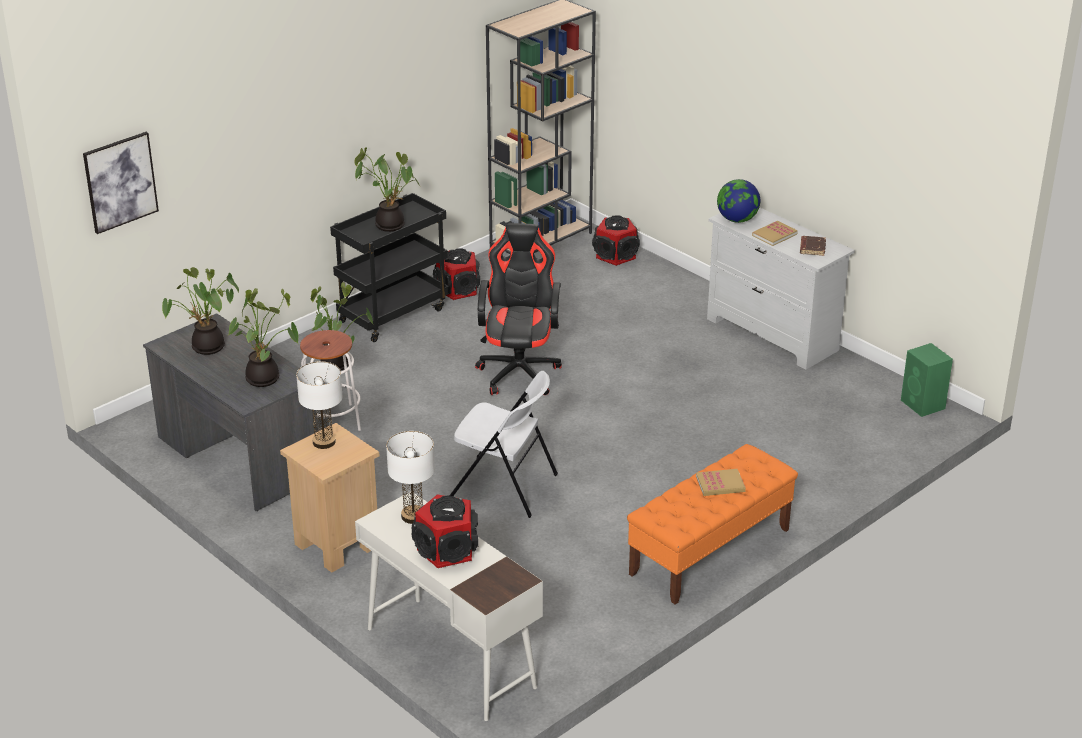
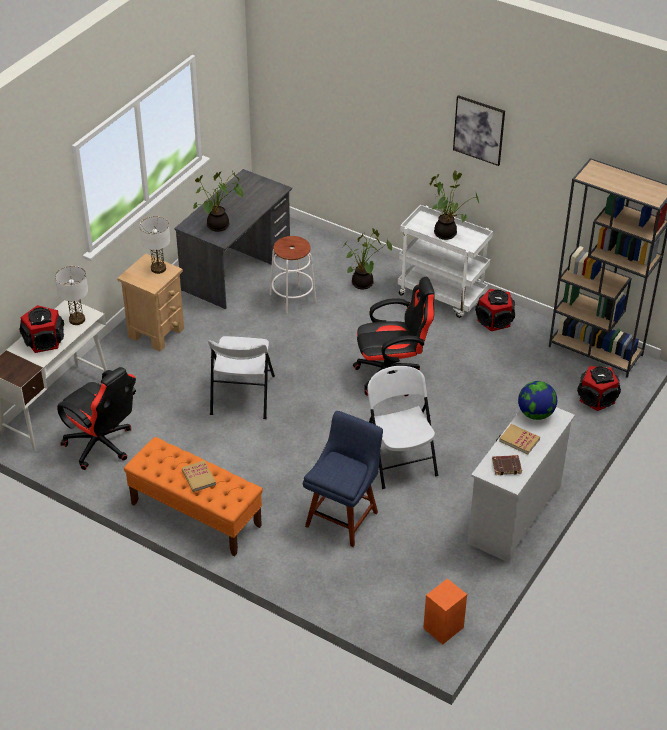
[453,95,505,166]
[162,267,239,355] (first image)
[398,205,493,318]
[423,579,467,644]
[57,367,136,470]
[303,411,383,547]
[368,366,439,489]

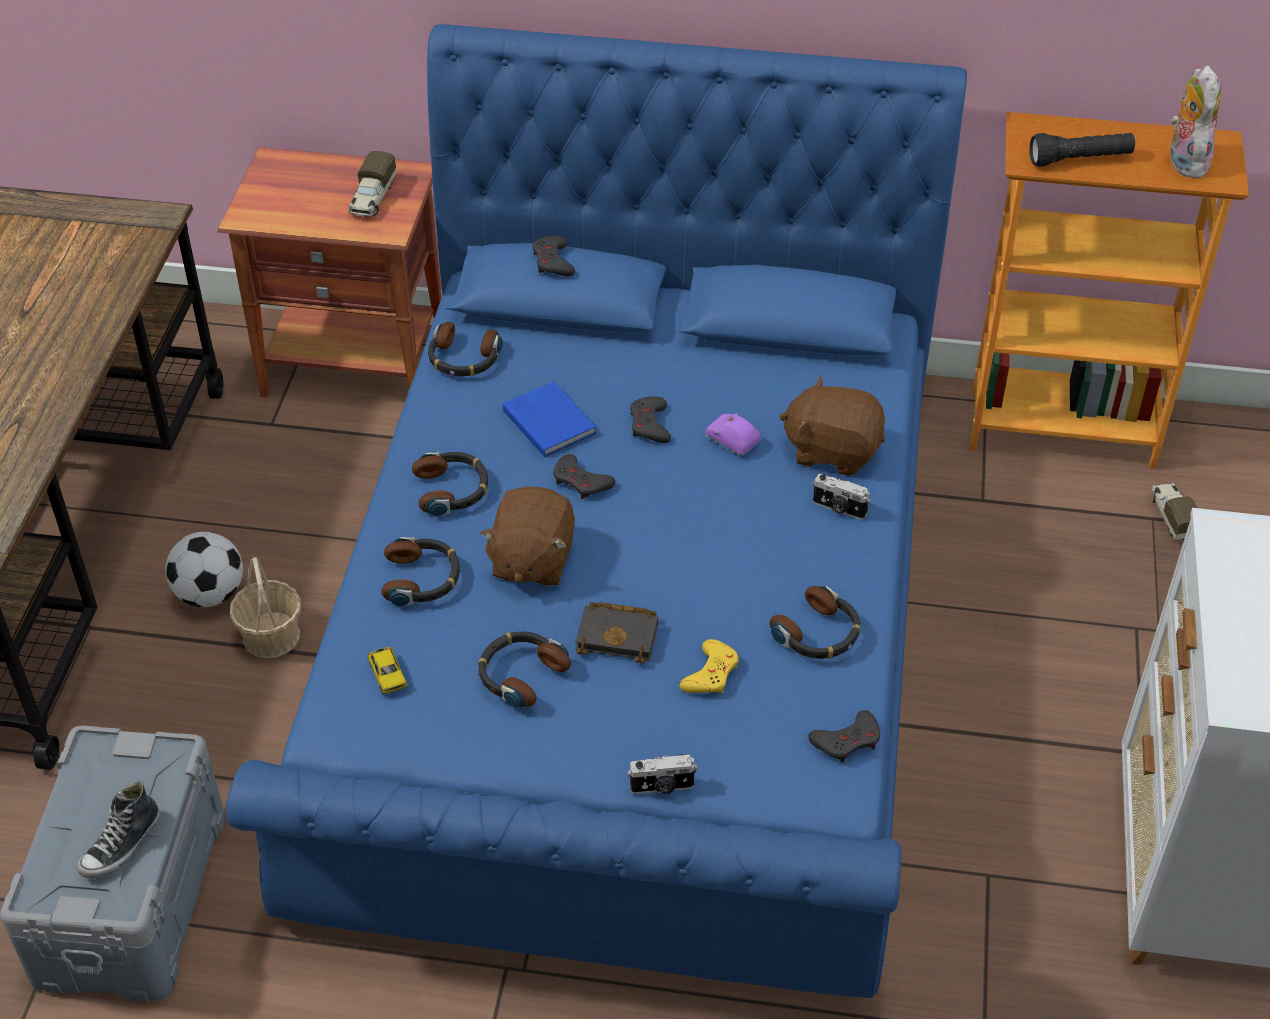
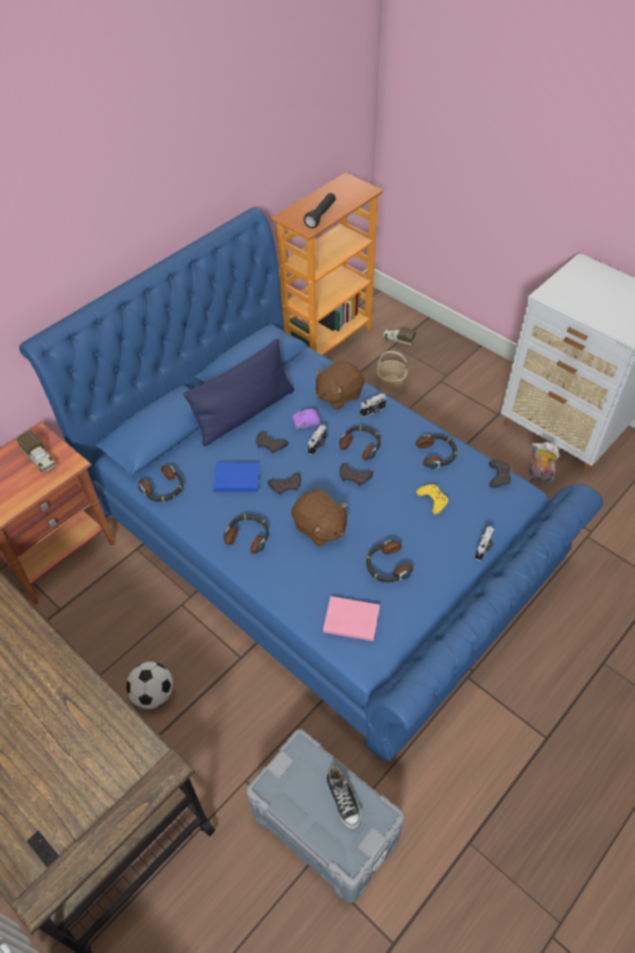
[376,351,408,394]
[323,596,380,641]
[339,425,381,460]
[340,463,373,486]
[575,602,658,664] (first image)
[529,442,559,484]
[184,339,294,446]
[308,425,326,456]

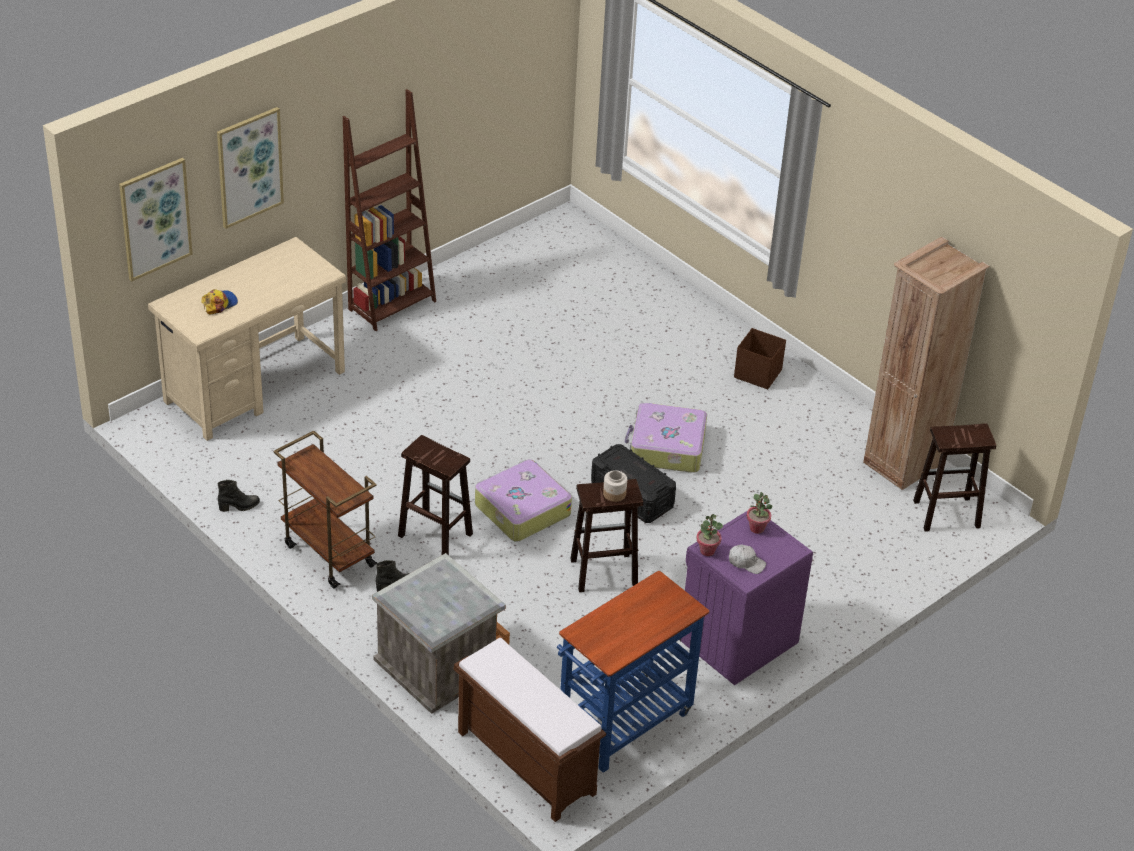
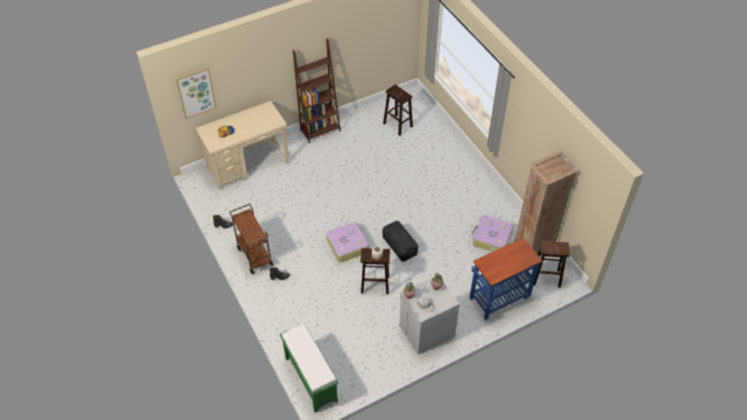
[217,107,284,229] (first image)
[372,553,510,714] (first image)
[383,84,413,136]
[280,324,338,413]
[469,238,542,320]
[472,215,514,252]
[399,275,460,354]
[734,328,786,389] (first image)

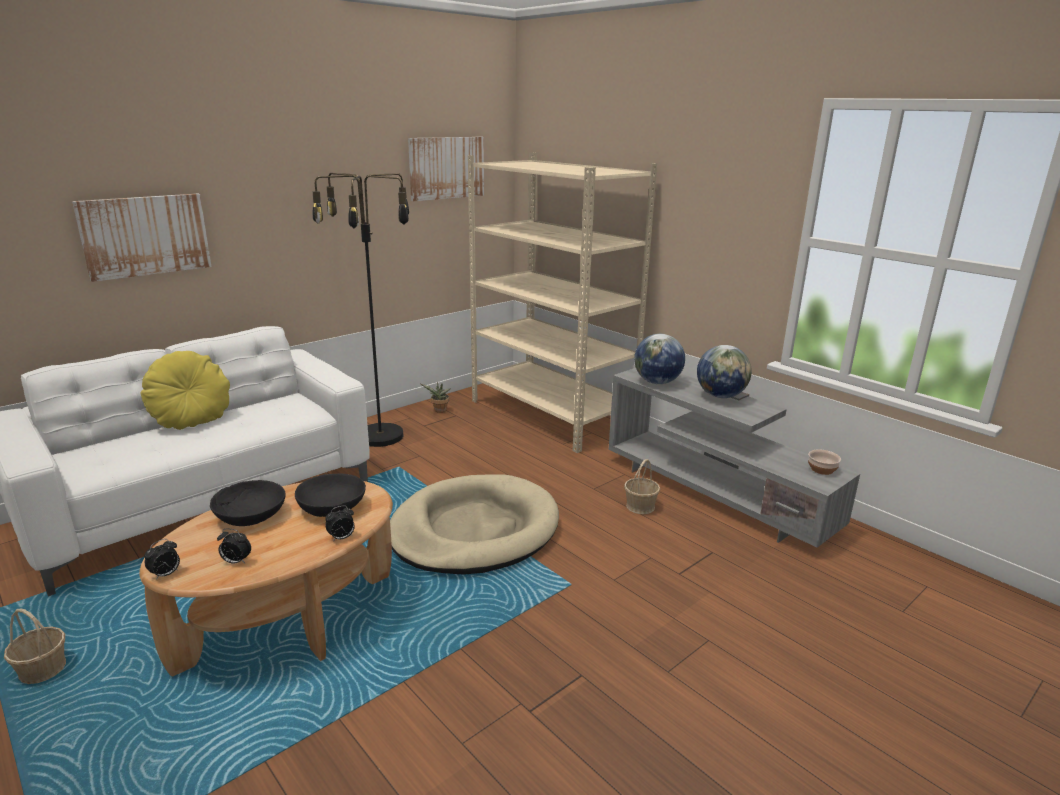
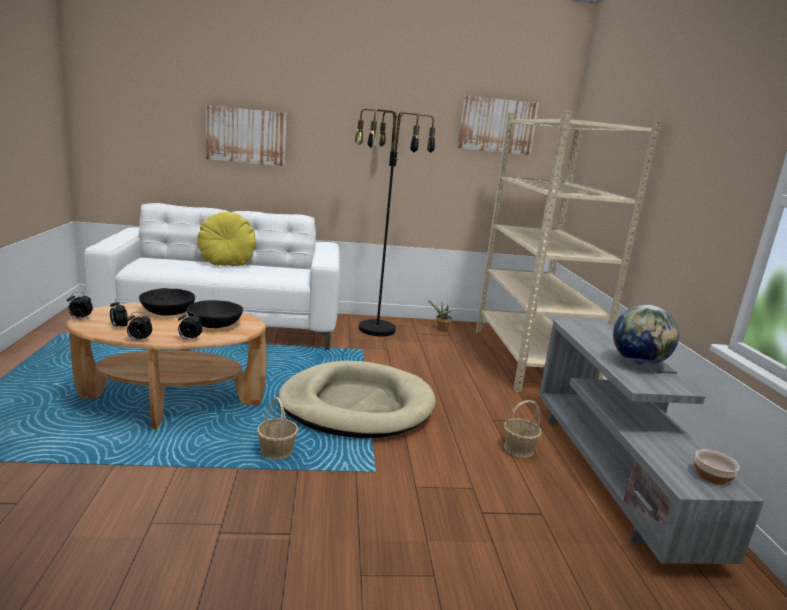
[257,397,299,460]
[634,334,685,384] (first image)
[126,312,152,341]

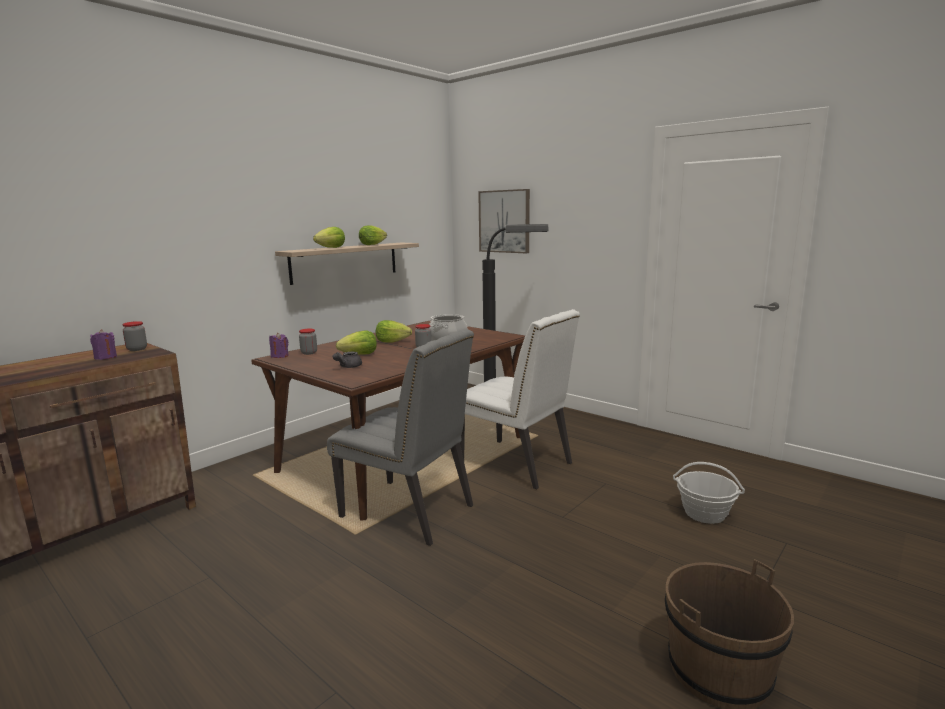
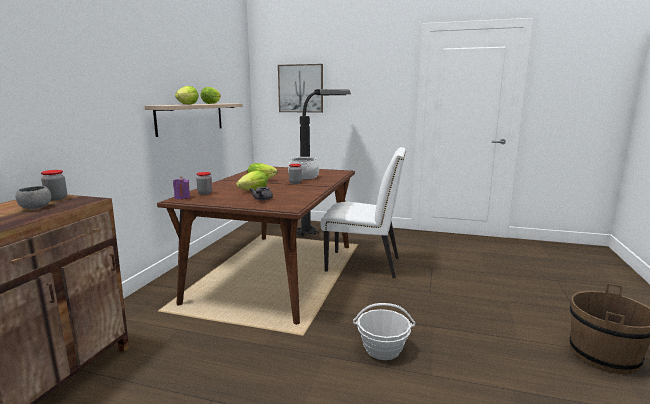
[16,186,51,209]
[327,329,474,546] (first image)
[353,303,416,360]

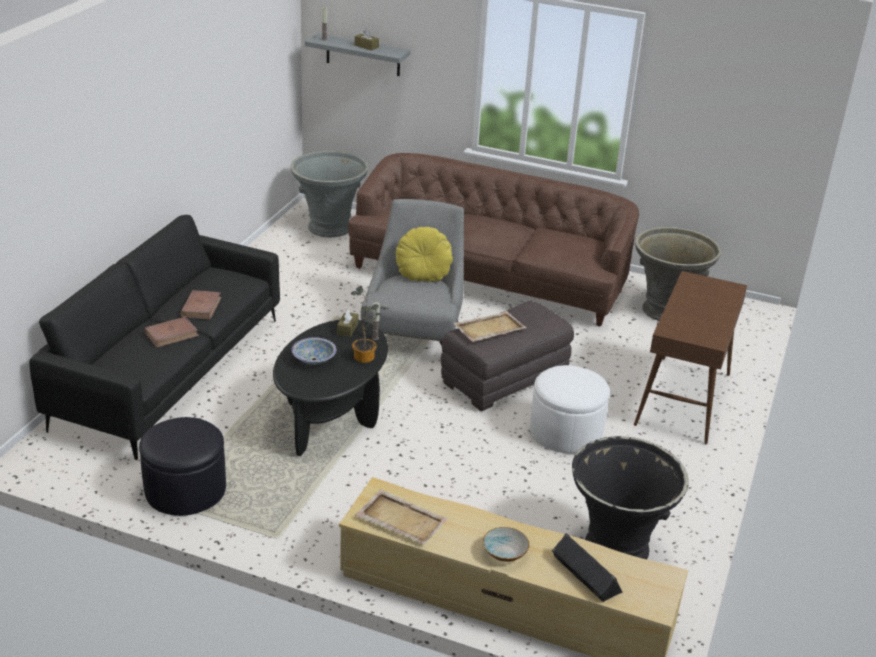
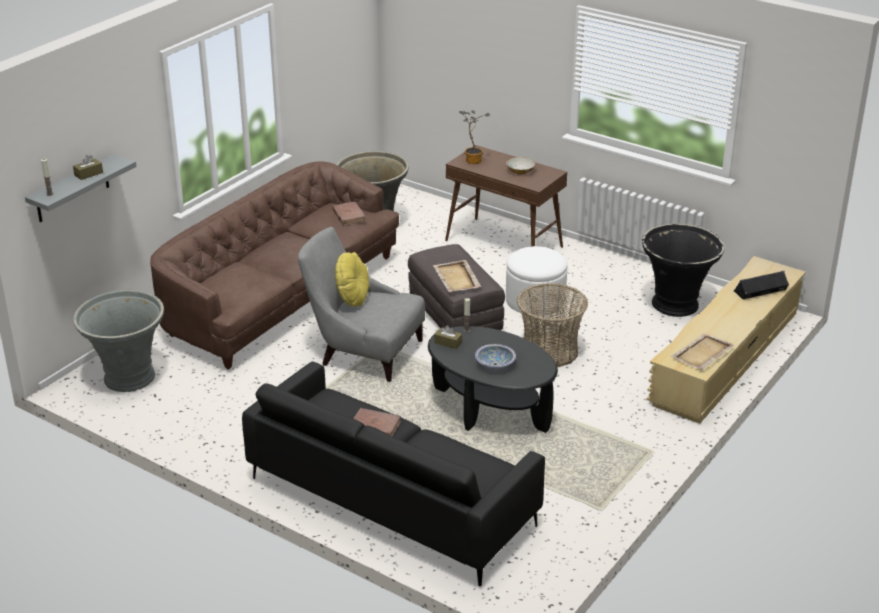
[139,417,226,516] (first image)
[332,202,366,226]
[459,110,490,164]
[506,157,535,175]
[517,283,588,367]

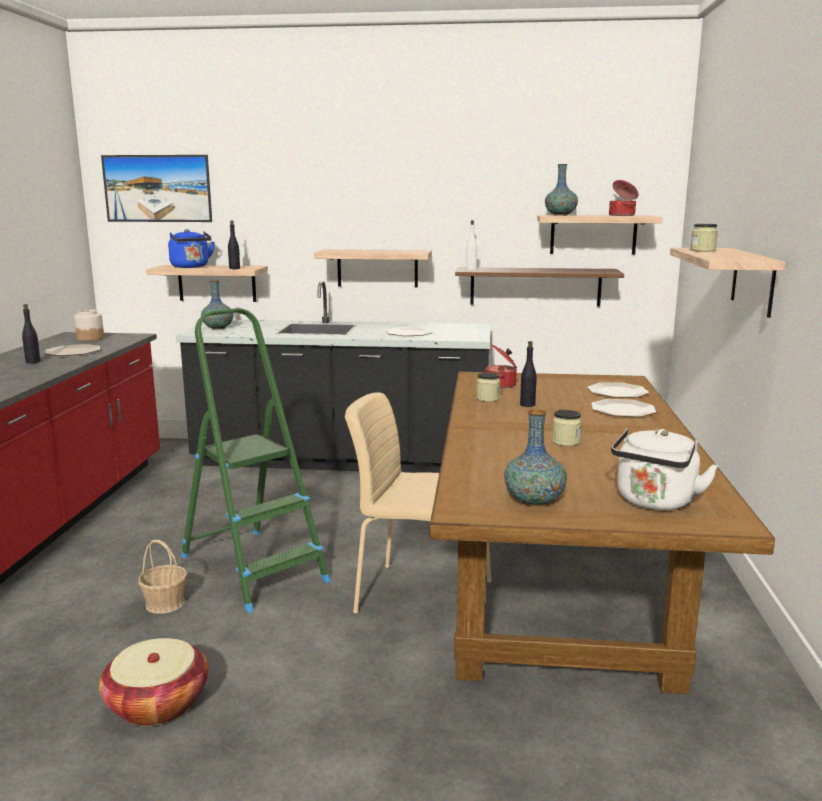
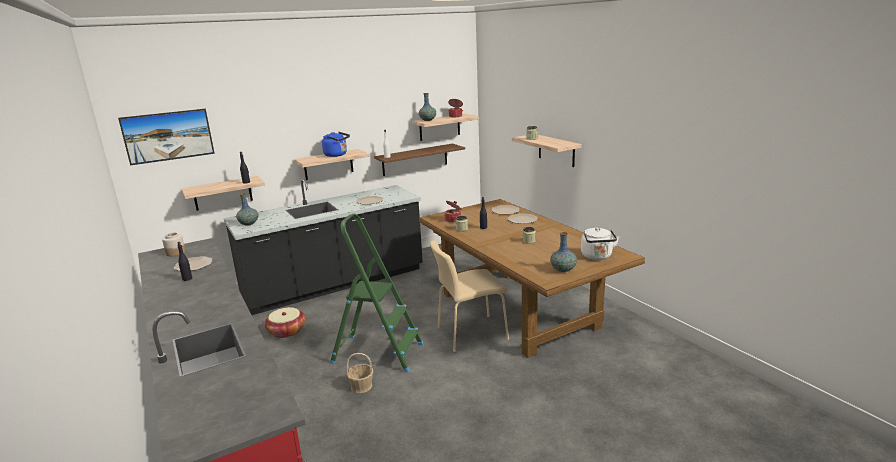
[264,307,305,338]
[322,132,350,157]

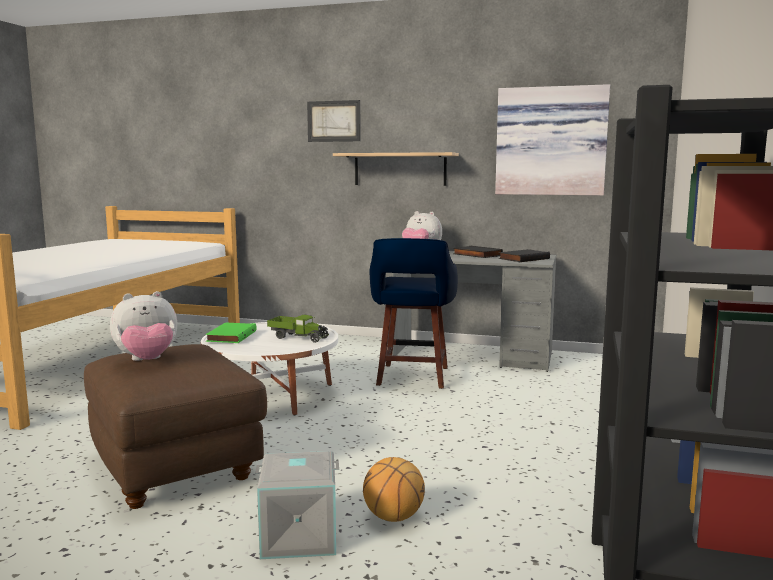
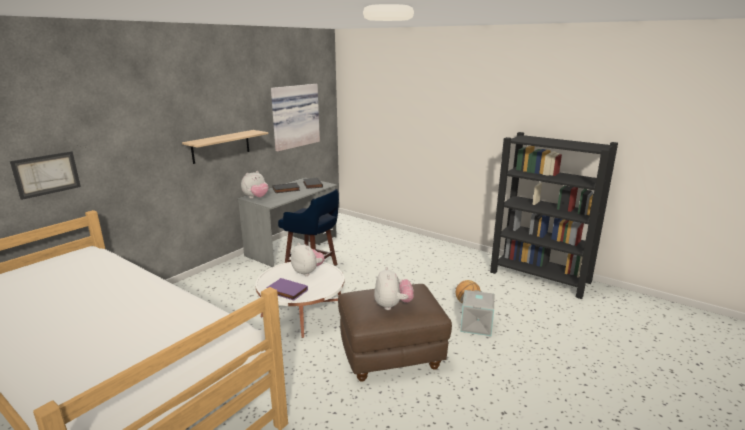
[266,278,308,301]
[291,243,325,276]
[10,151,81,200]

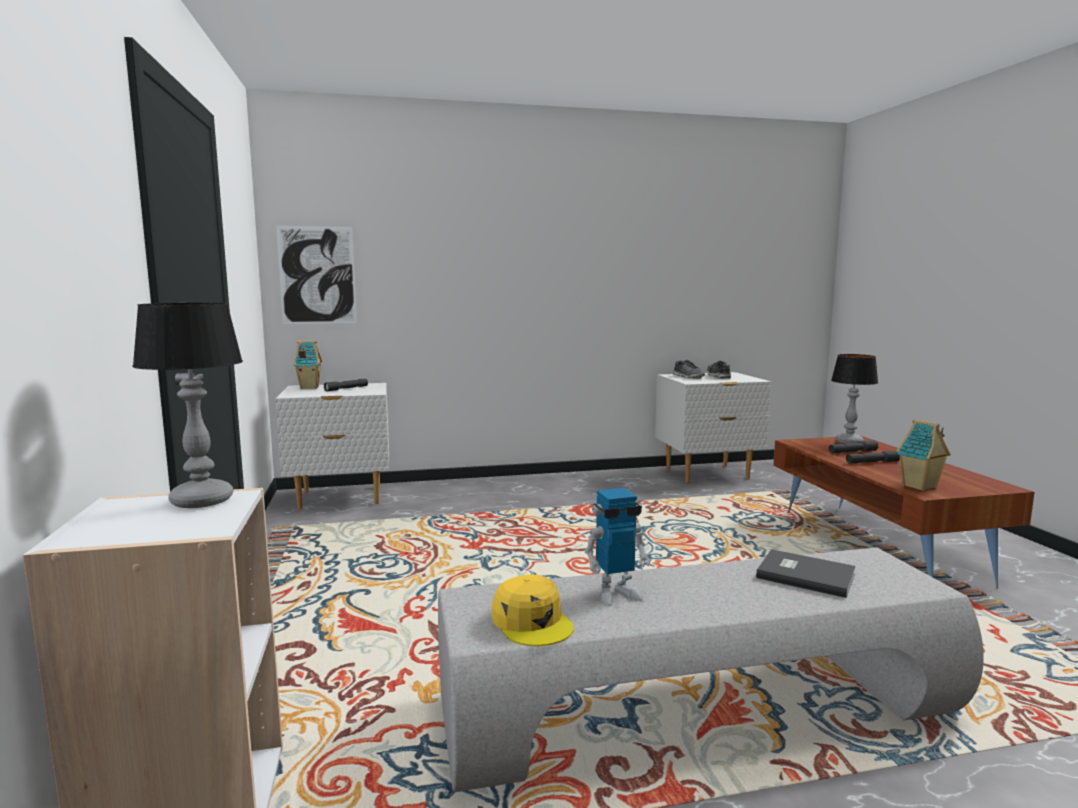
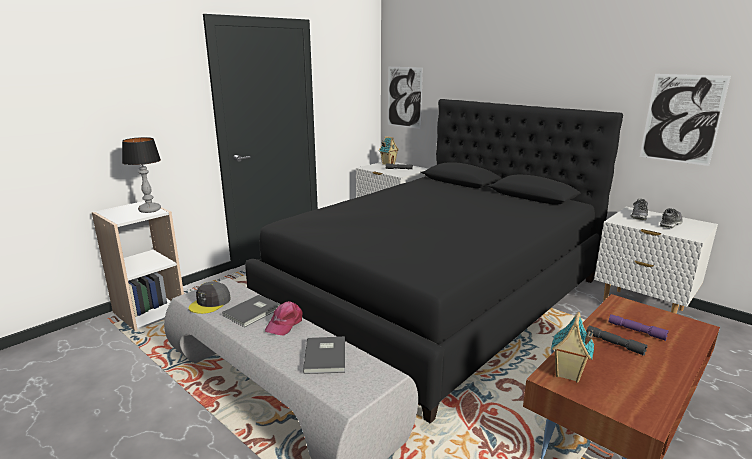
[189,281,231,314]
[222,295,281,327]
[609,314,669,341]
[831,354,878,444] (first image)
[245,99,623,423]
[265,301,302,336]
[640,74,731,166]

